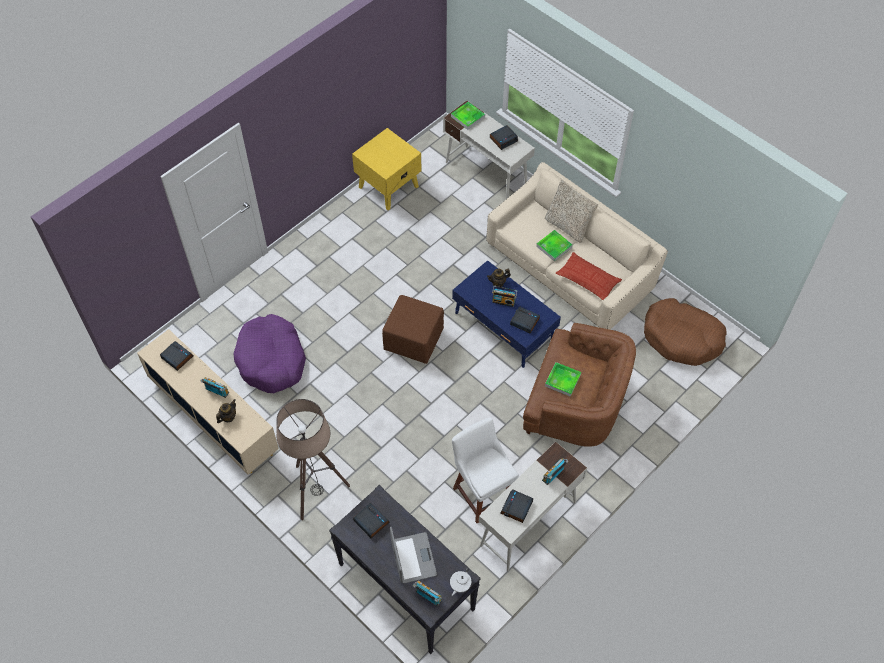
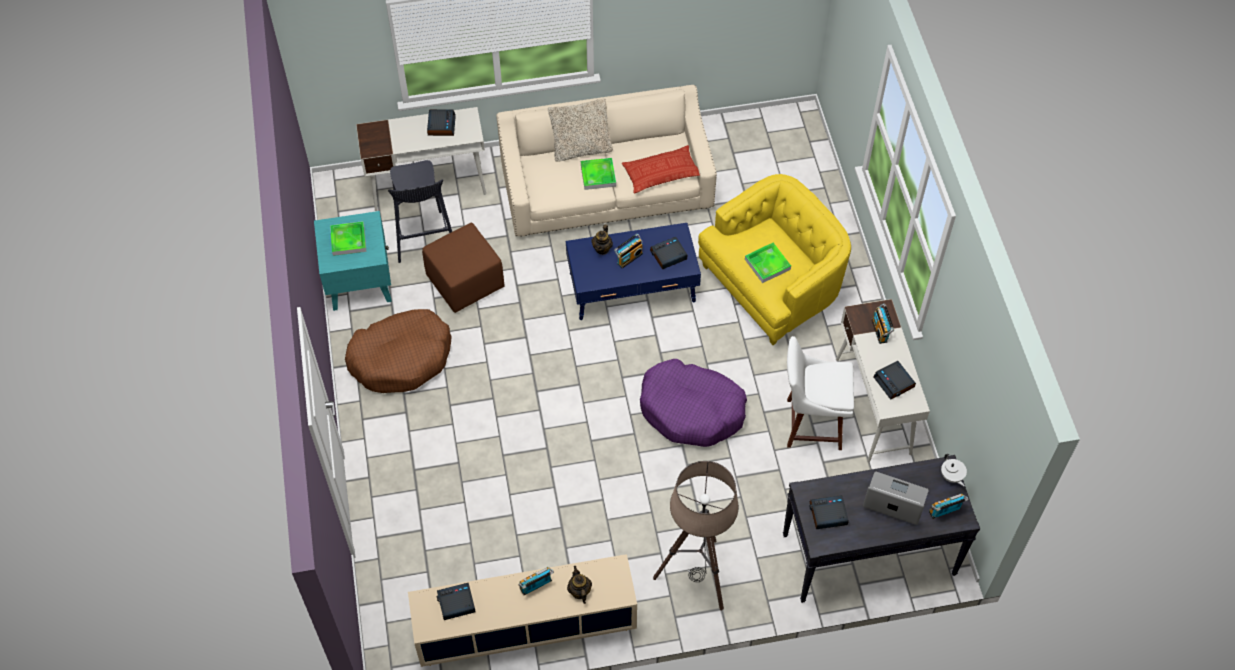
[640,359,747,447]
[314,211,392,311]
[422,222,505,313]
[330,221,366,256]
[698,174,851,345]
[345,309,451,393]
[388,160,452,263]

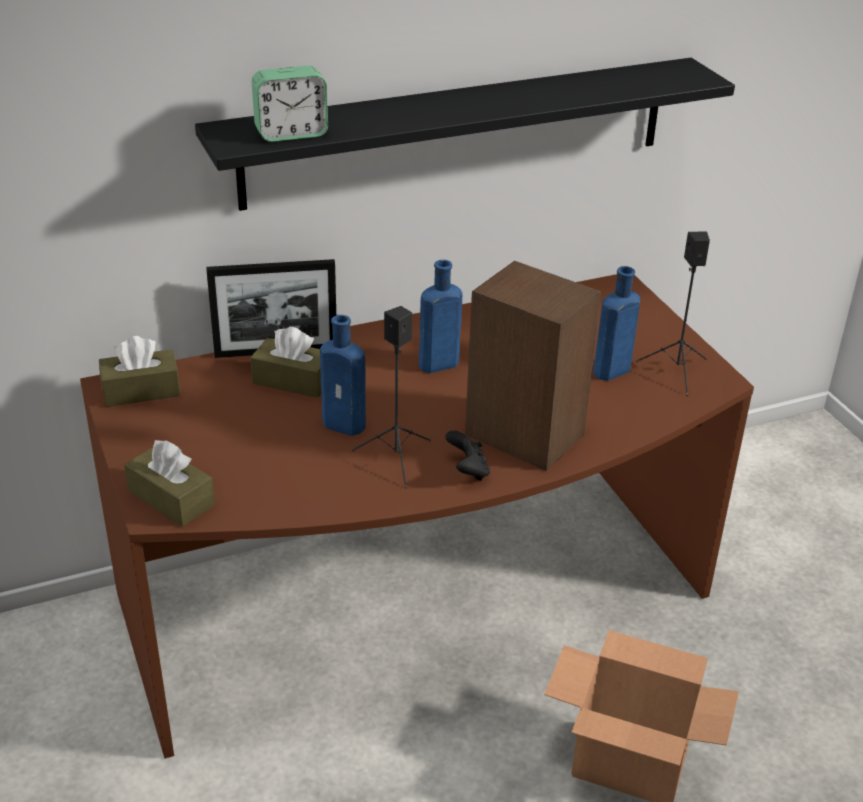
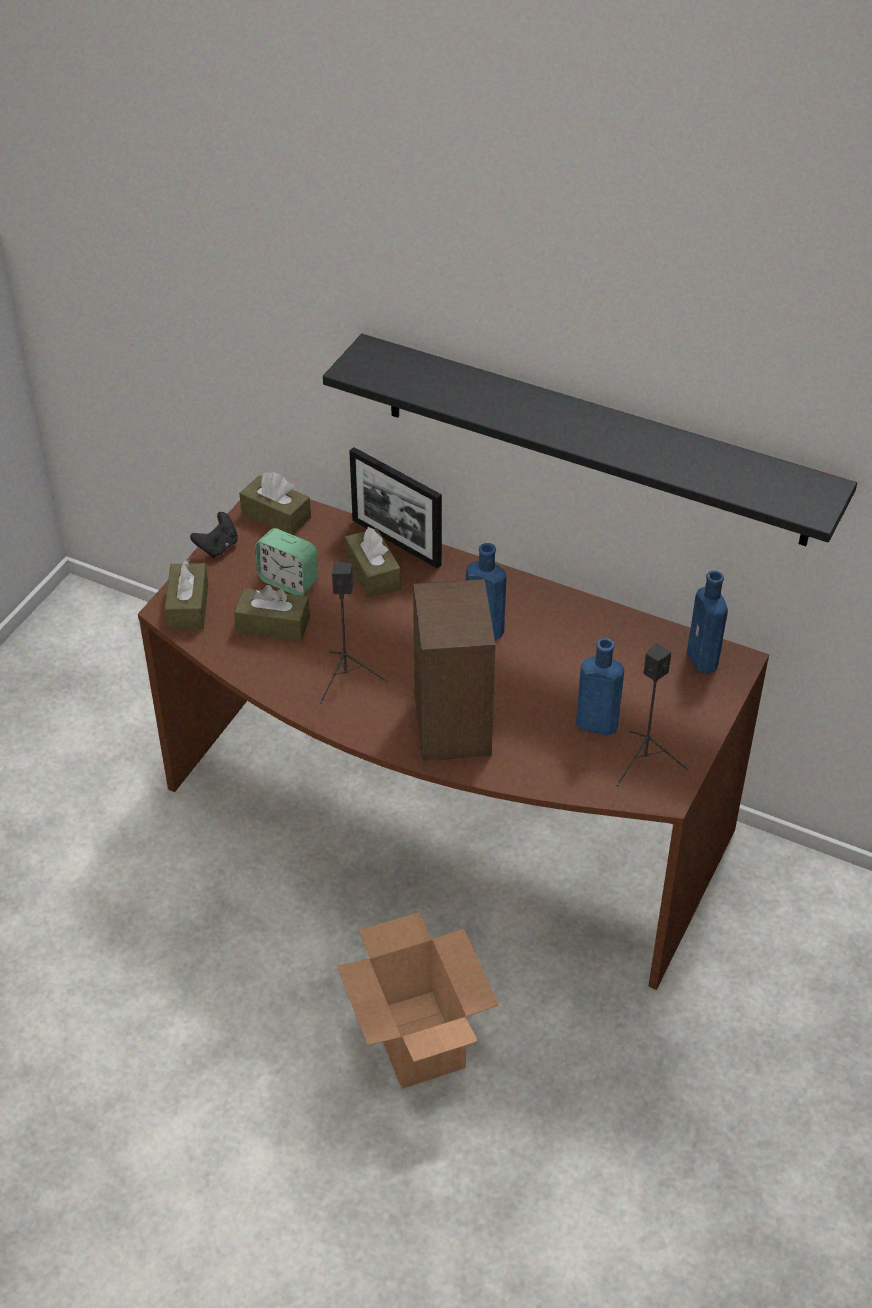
[255,528,318,596]
[687,571,728,673]
[190,512,238,558]
[234,585,310,641]

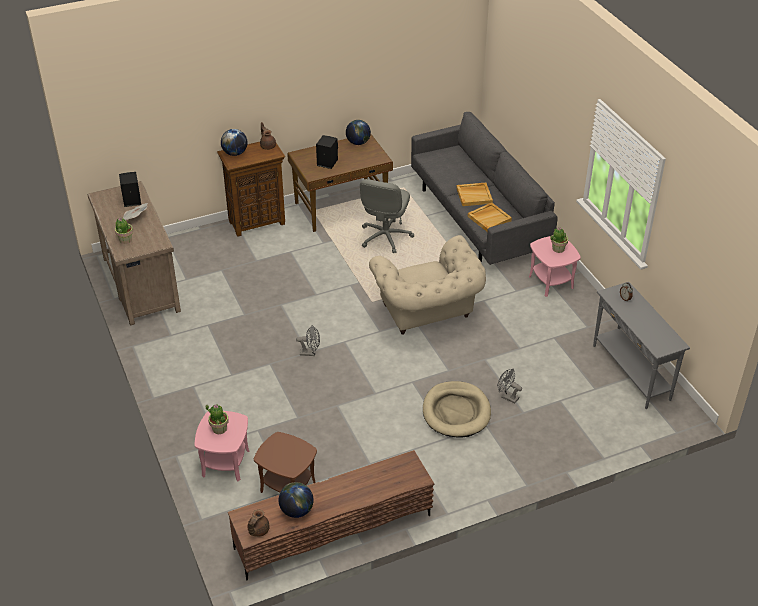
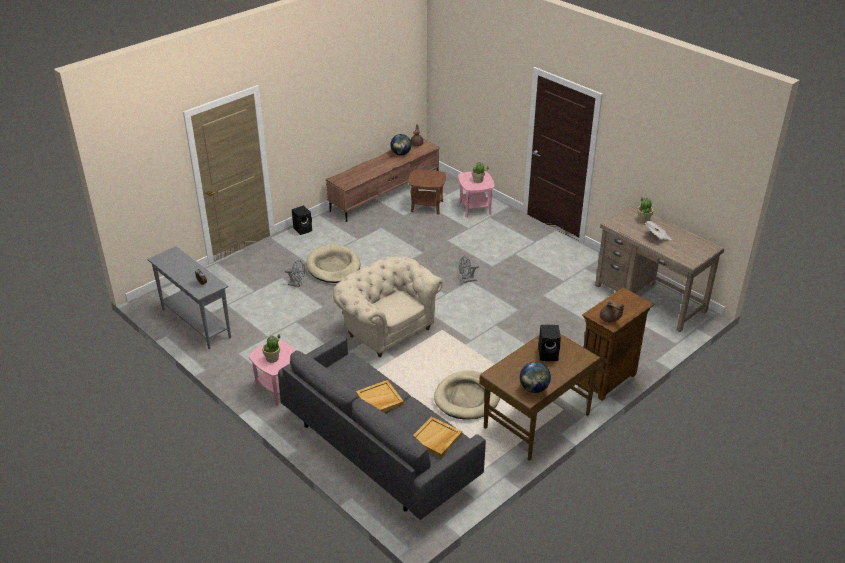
[292,205,312,235]
[221,129,248,156] (first image)
[434,370,500,419]
[413,416,462,458]

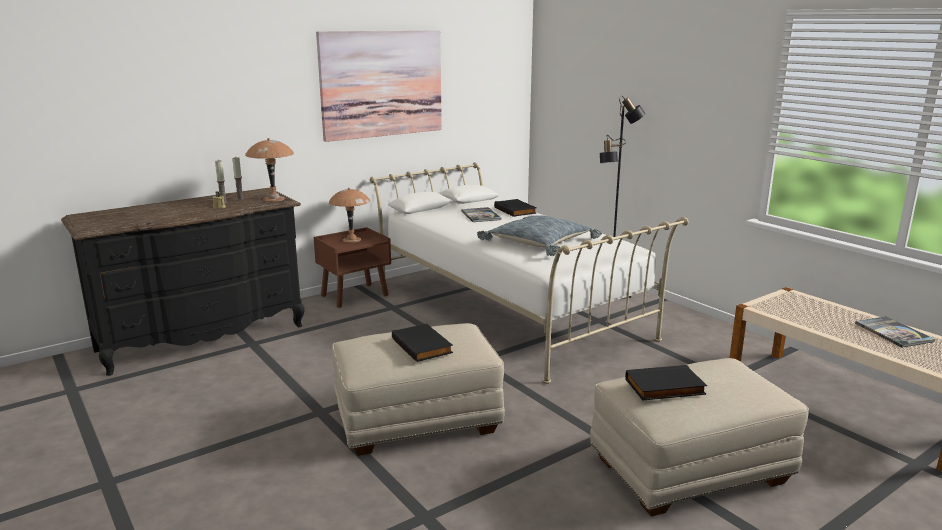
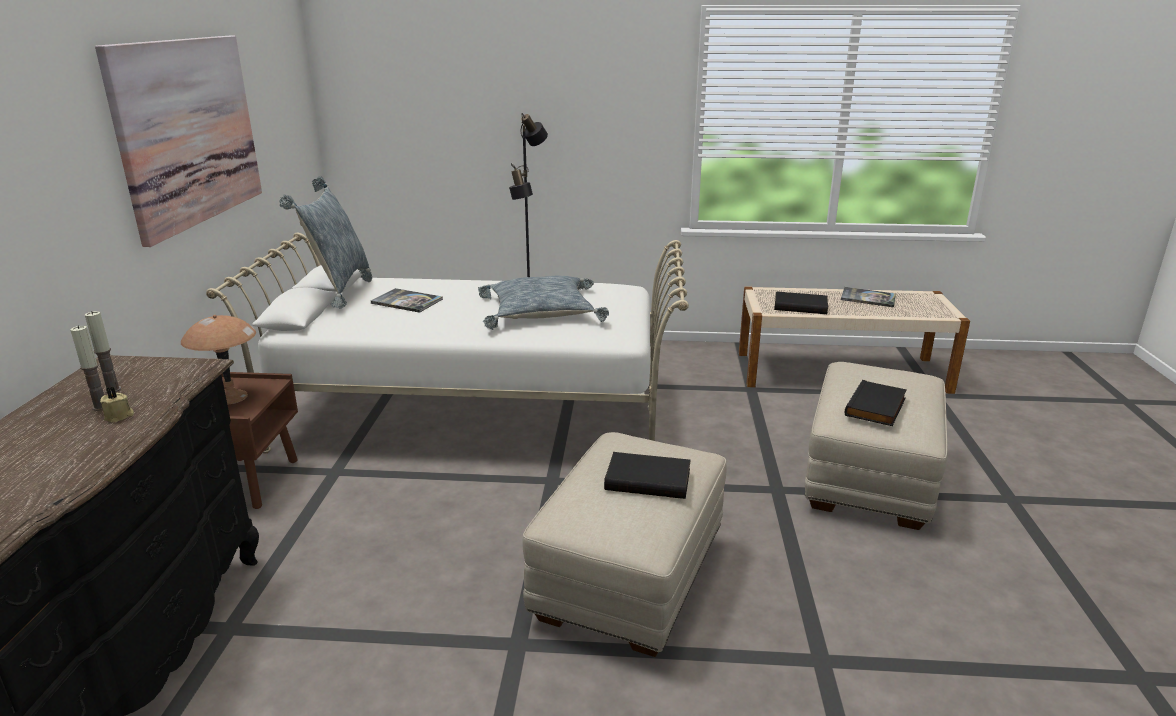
[245,138,294,202] (first image)
[774,291,828,314]
[279,176,373,309]

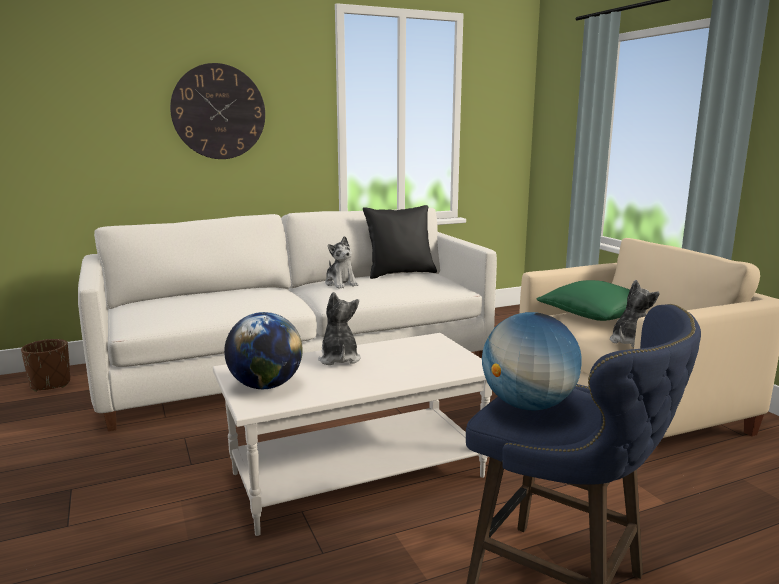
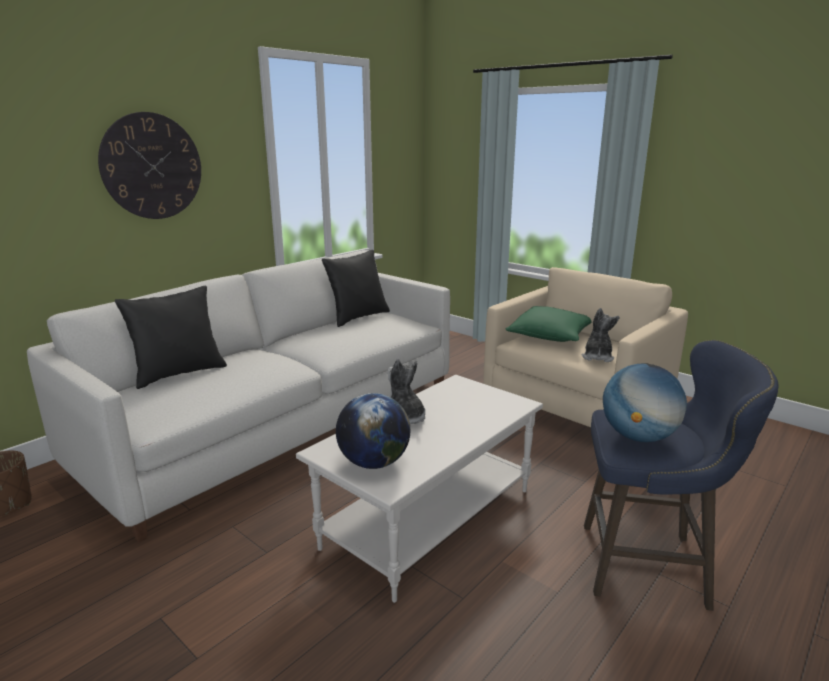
[325,236,358,289] (first image)
[115,286,227,389]

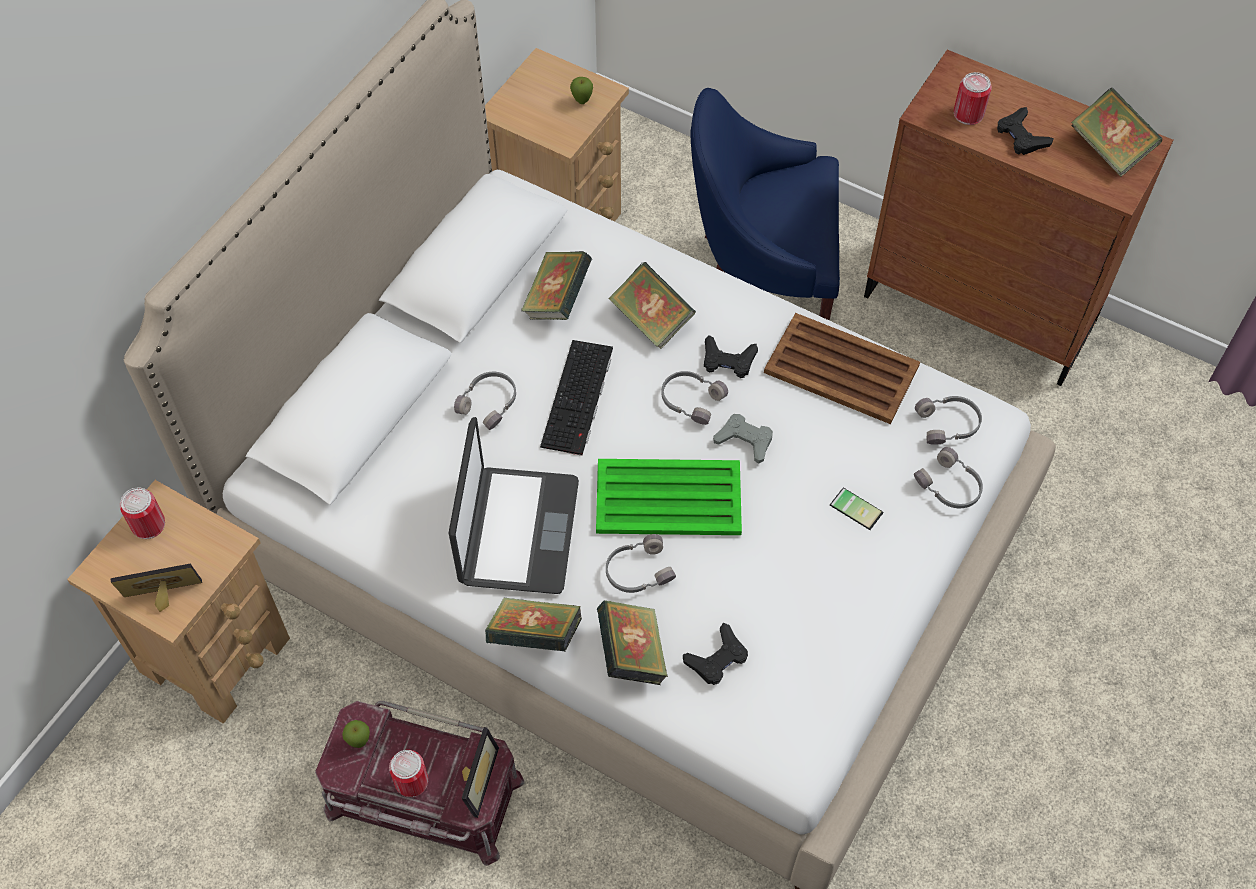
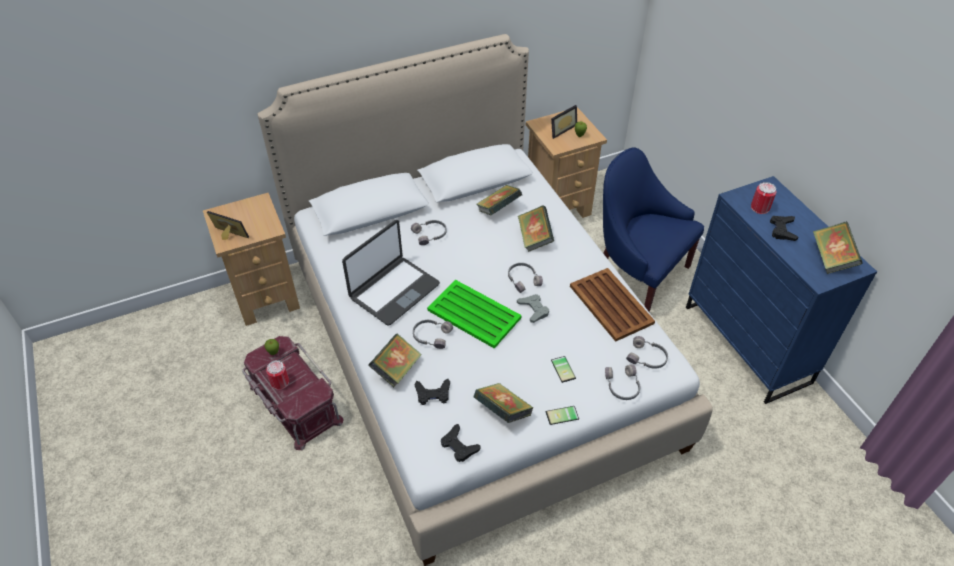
[120,487,165,539] (first image)
[551,105,577,139]
[473,383,534,423]
[540,340,613,456] (first image)
[441,424,481,462]
[686,176,877,404]
[545,406,579,425]

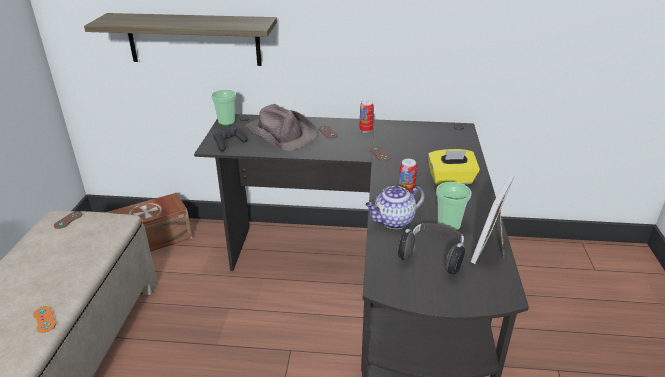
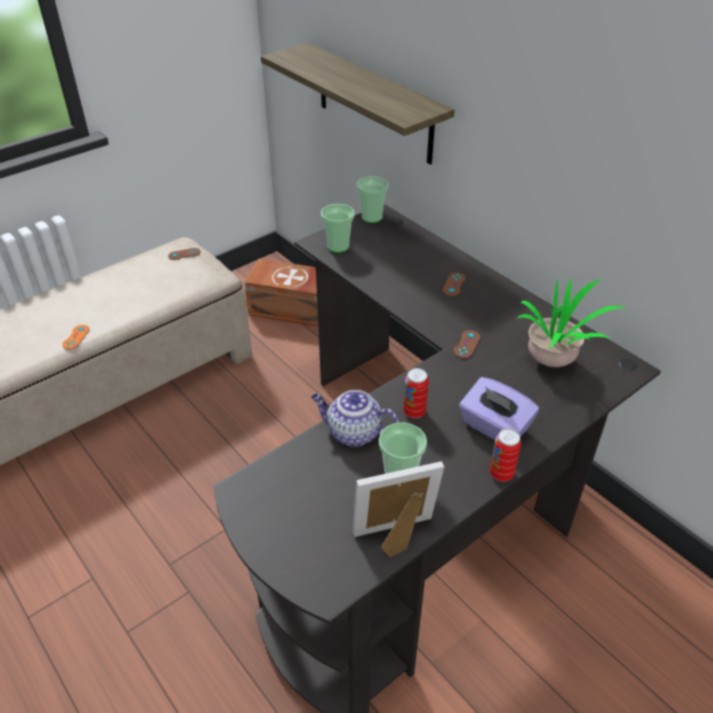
[321,204,354,253]
[244,104,317,151] (first image)
[490,429,521,482]
[398,223,465,275] (first image)
[459,377,539,440]
[517,278,626,367]

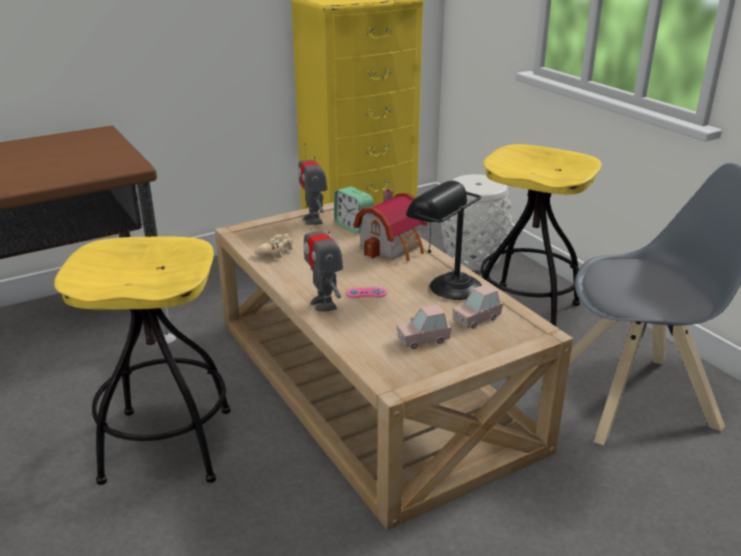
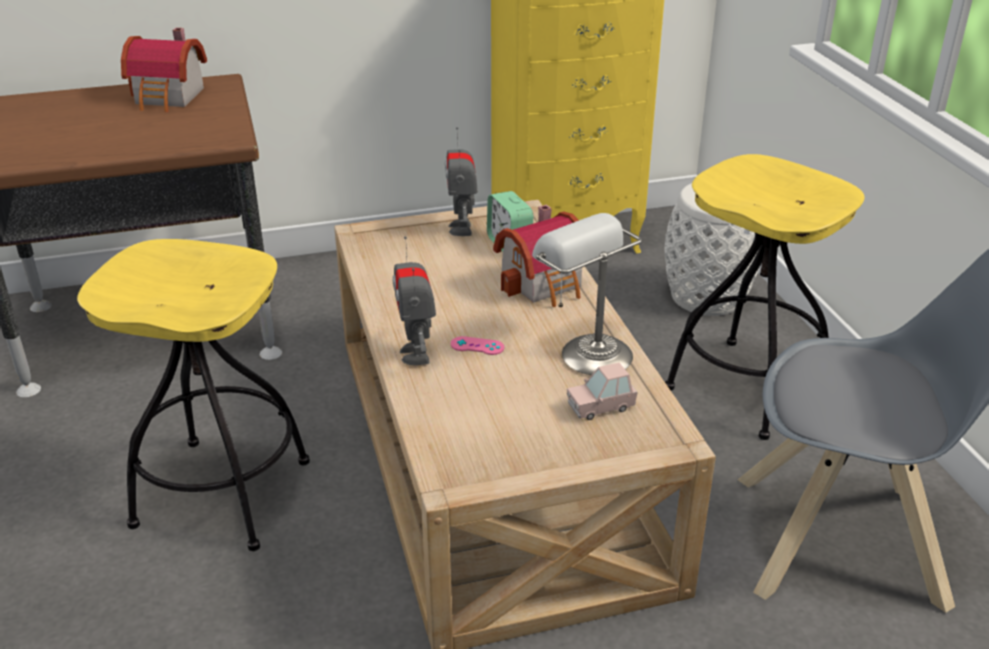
[255,234,294,258] (first image)
[396,305,452,349] (first image)
[532,213,642,375]
[121,28,207,112]

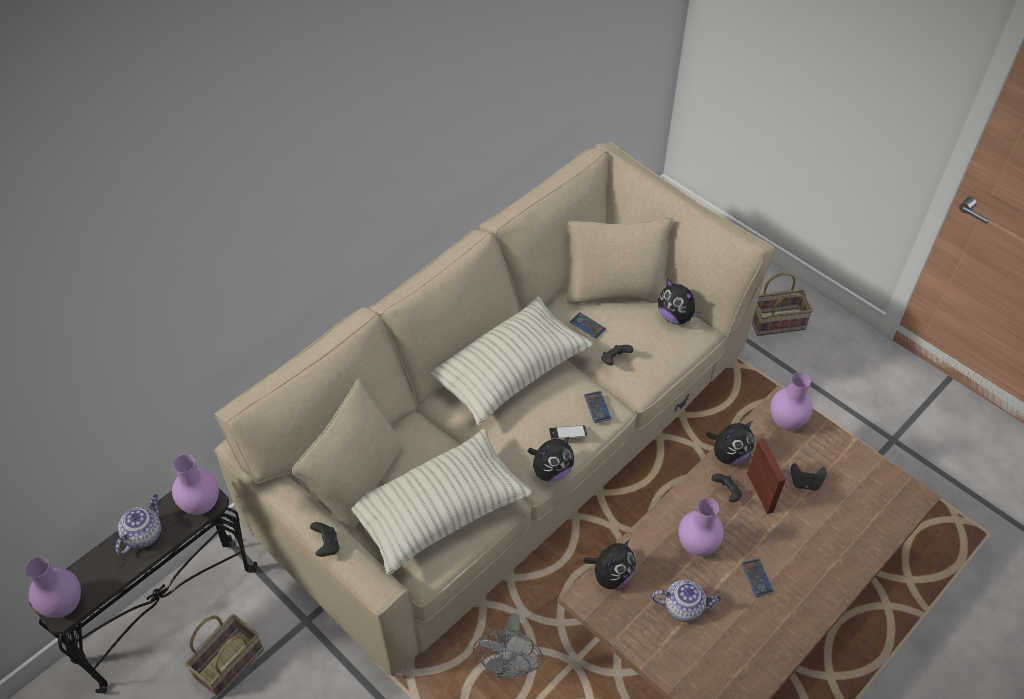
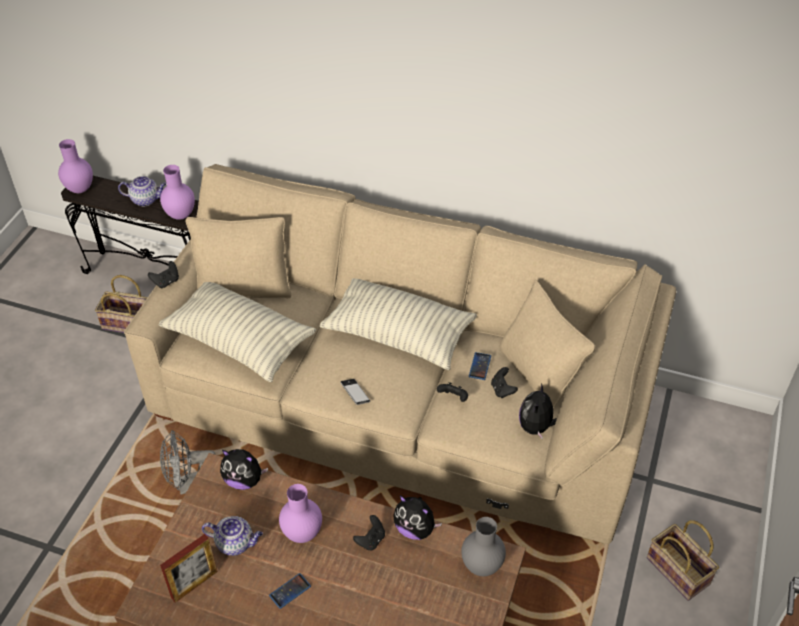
[527,437,574,482] (first image)
[584,391,611,423] (first image)
[202,516,263,556]
[160,534,217,603]
[461,517,506,576]
[491,367,518,398]

